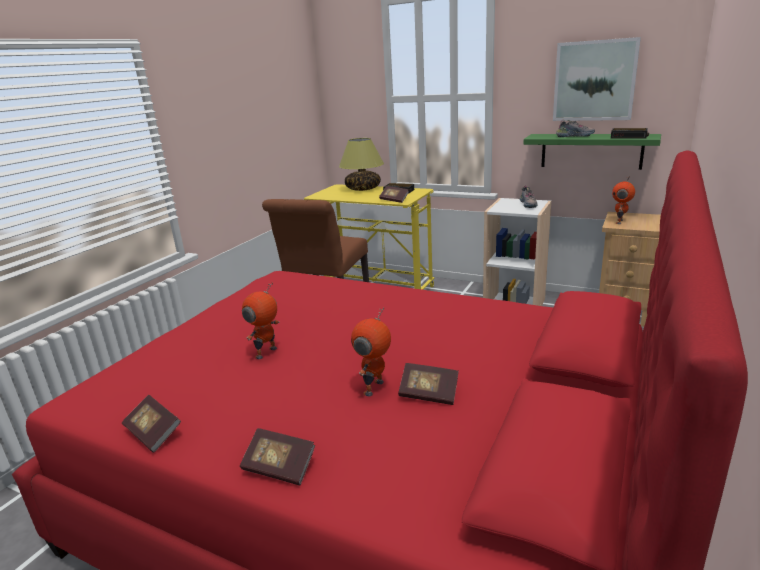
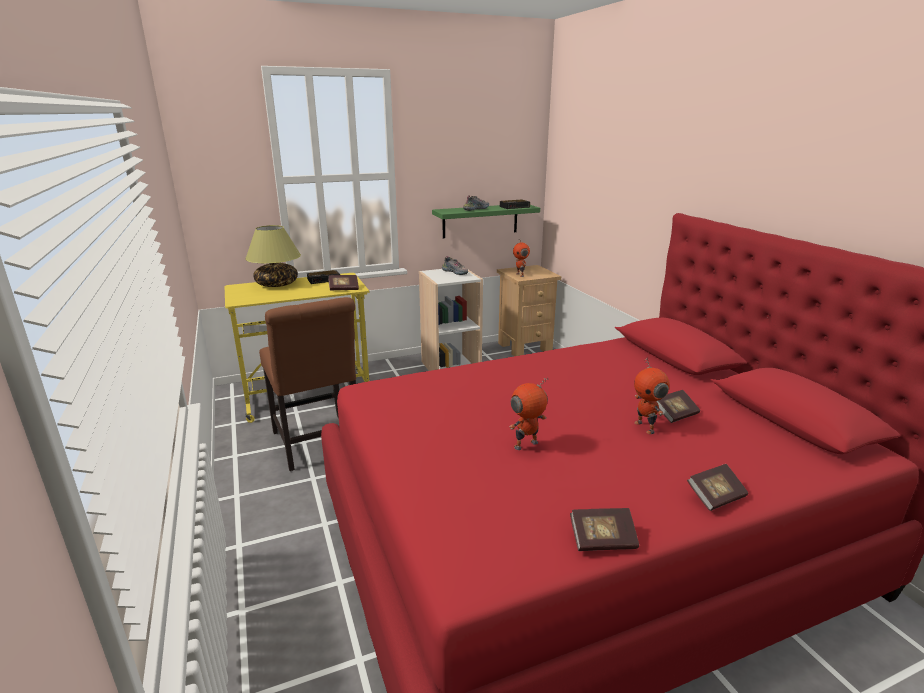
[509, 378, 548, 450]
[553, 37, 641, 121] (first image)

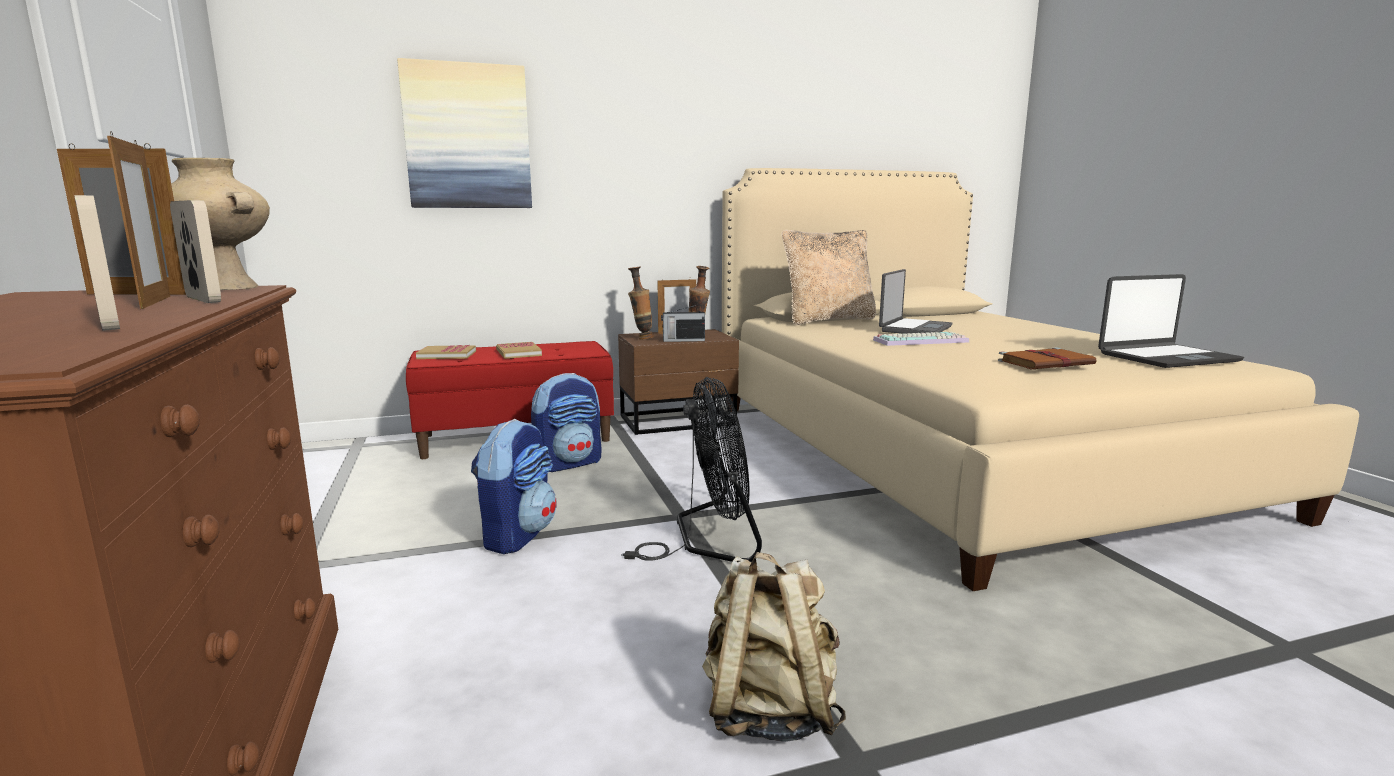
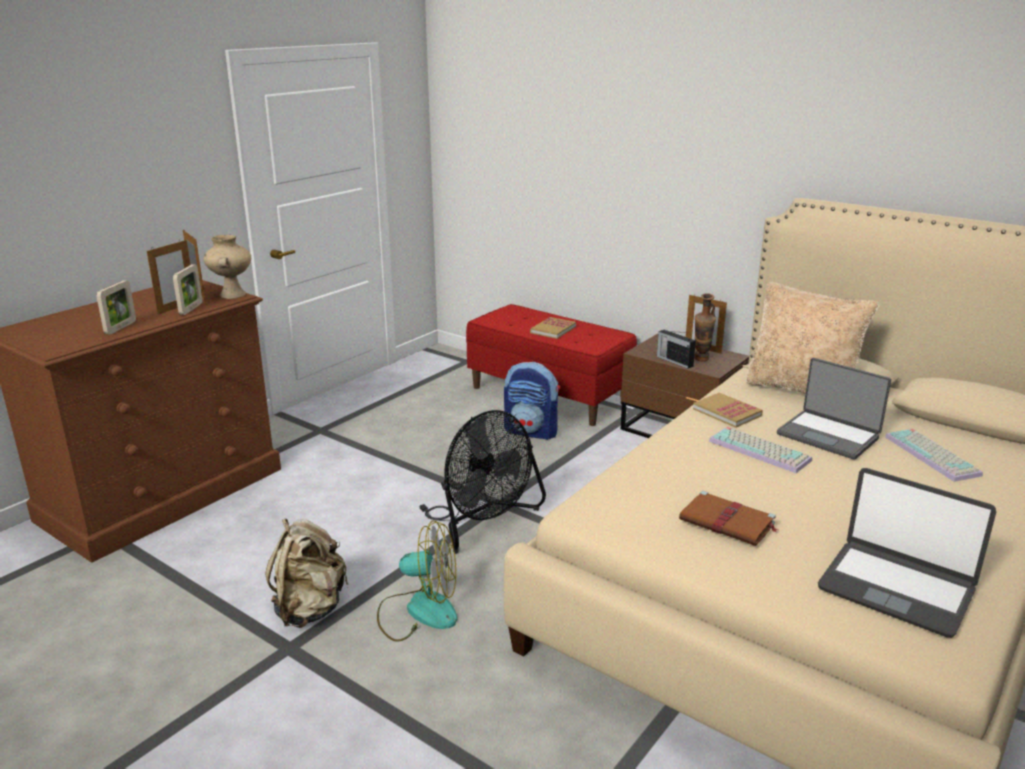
[397, 58, 532, 208] (first image)
[693, 393, 763, 428]
[471, 419, 557, 554] (first image)
[628, 267, 654, 340] (first image)
[777, 358, 891, 460]
[377, 520, 457, 642]
[885, 429, 983, 482]

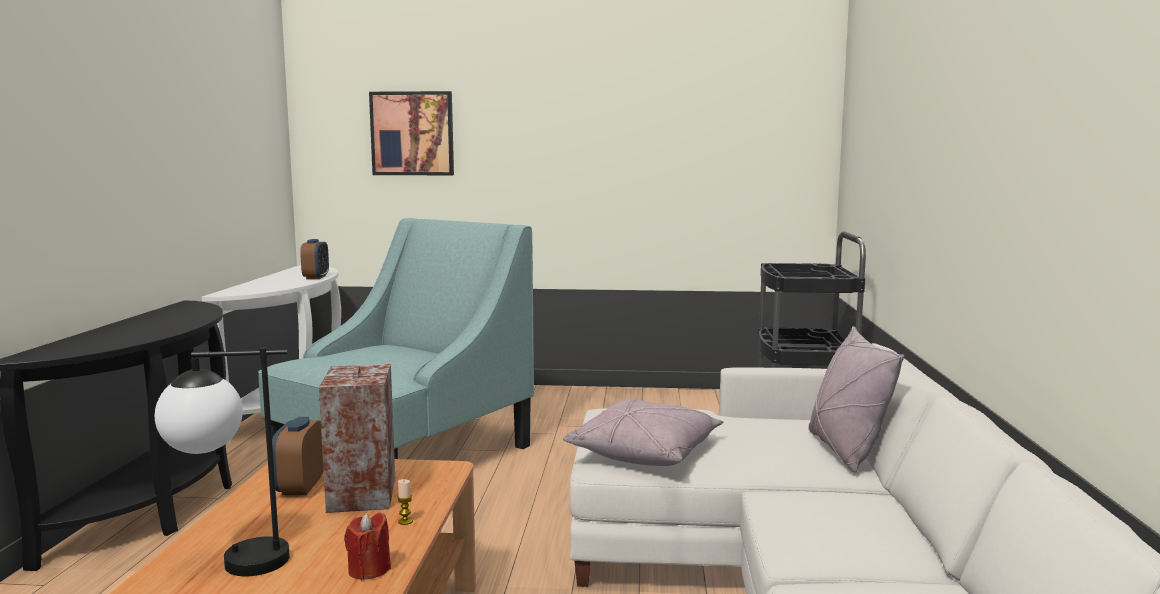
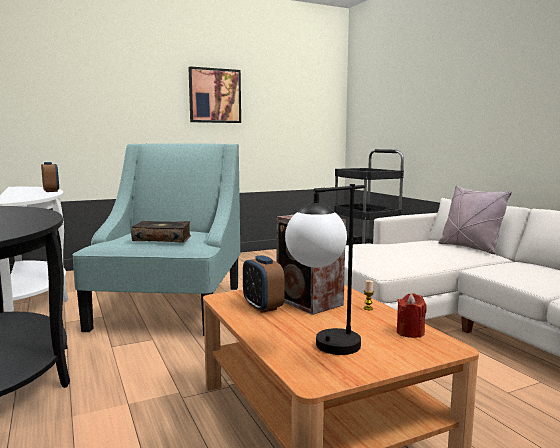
[188, 66, 241, 123]
[563, 399, 723, 466] (first image)
[131, 221, 191, 243]

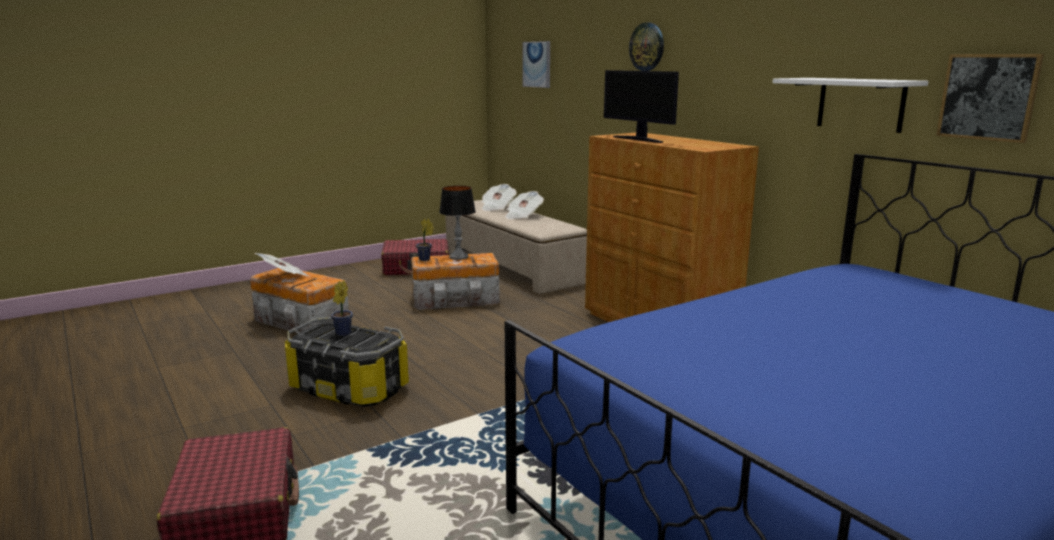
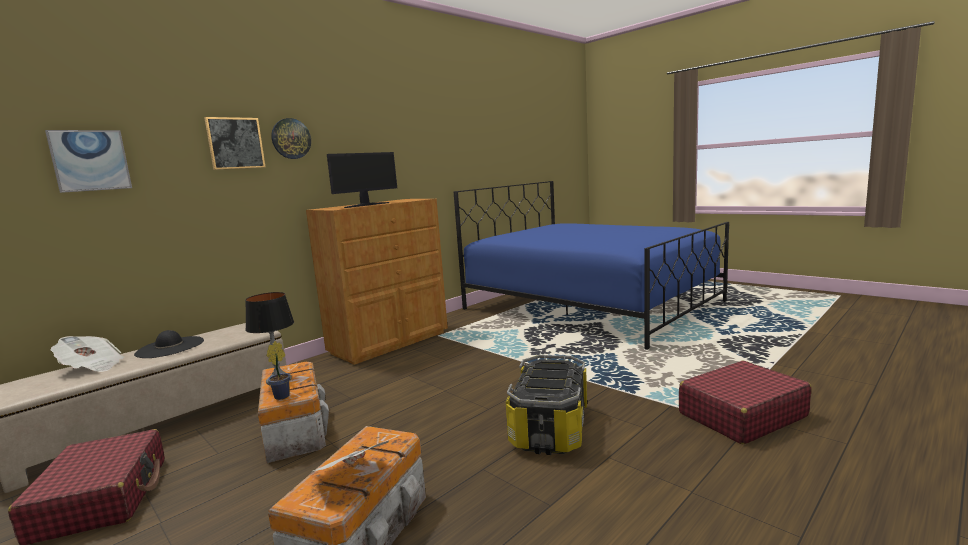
[331, 281, 353, 336] (first image)
[134, 330, 204, 358]
[773, 78, 929, 133] (first image)
[204, 117, 266, 170]

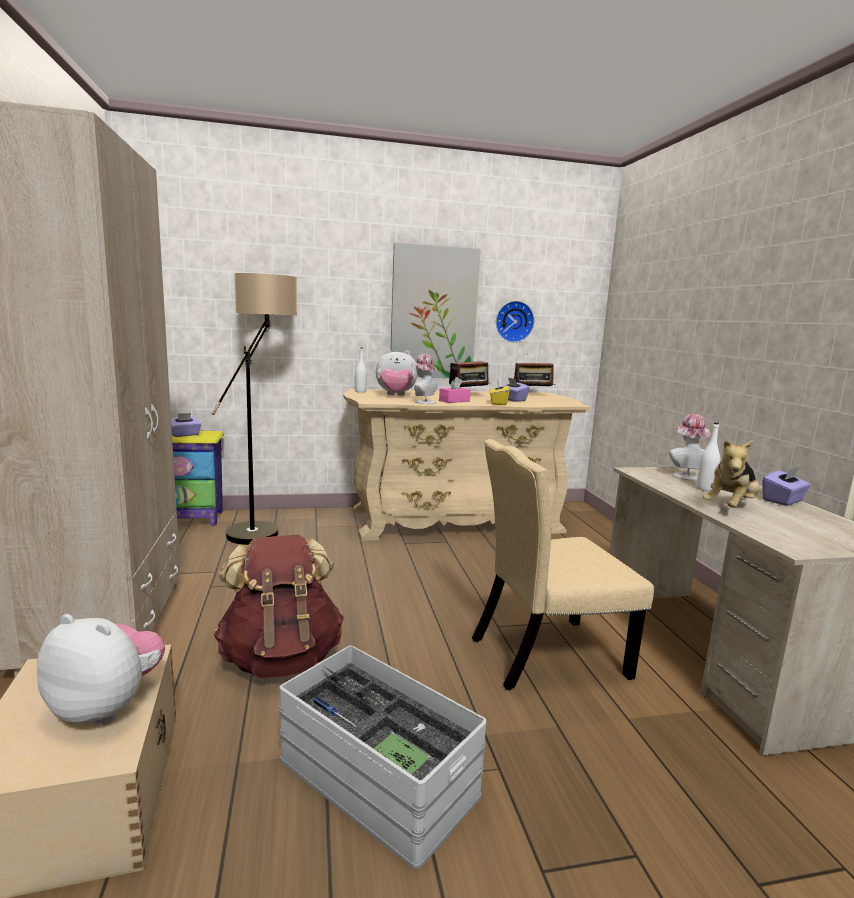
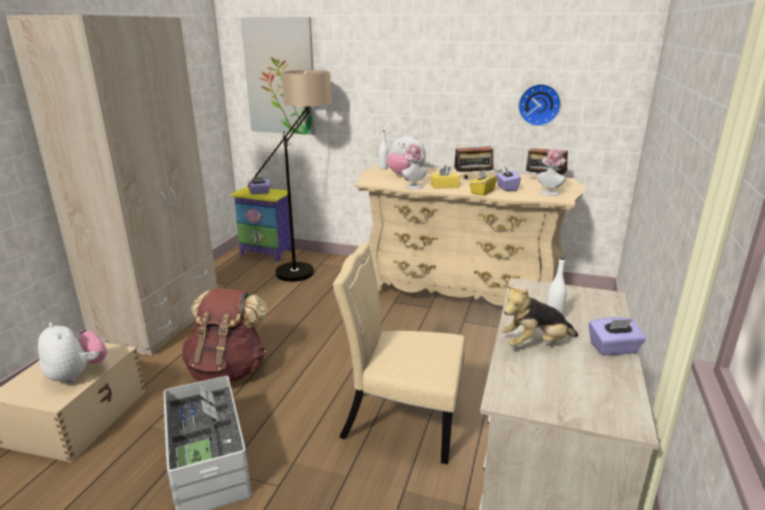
[240, 17, 317, 135]
[431, 165, 460, 189]
[537, 149, 567, 196]

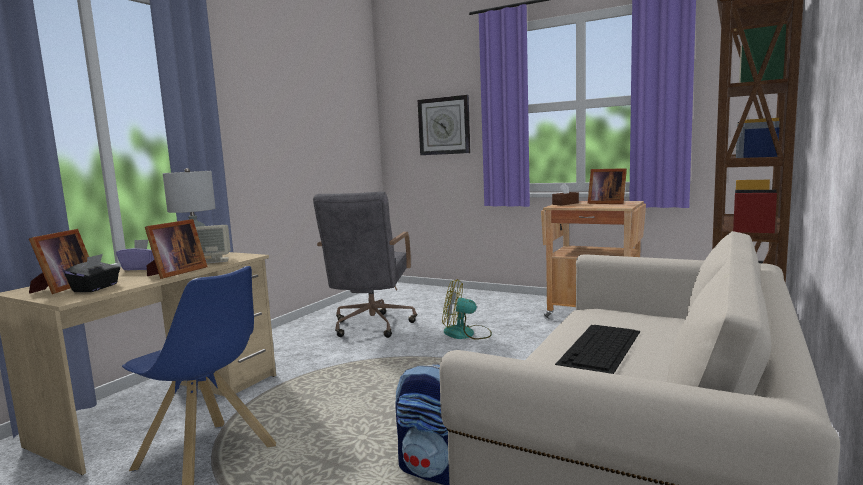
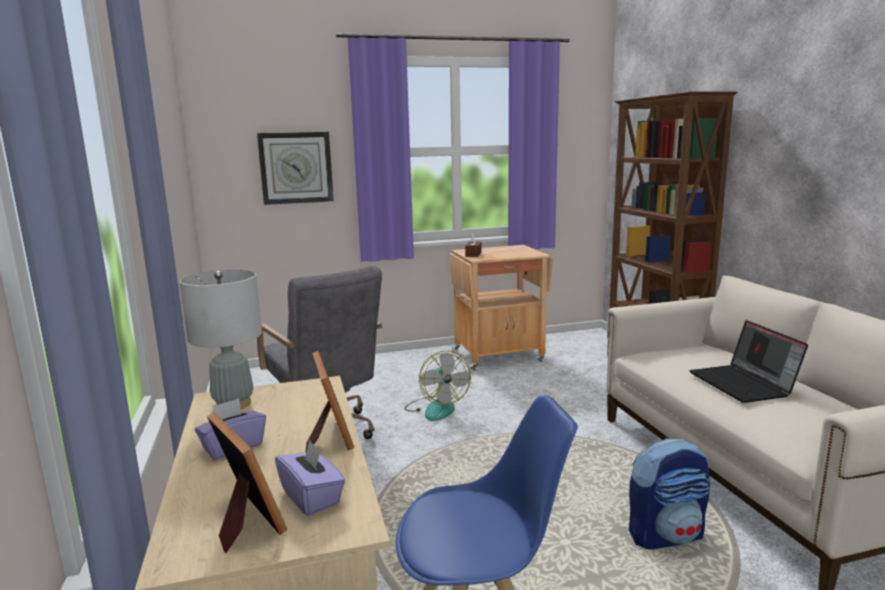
[275, 439, 345, 516]
[196, 225, 231, 264] (first image)
[404, 351, 471, 421]
[690, 320, 808, 403]
[588, 168, 627, 204] (first image)

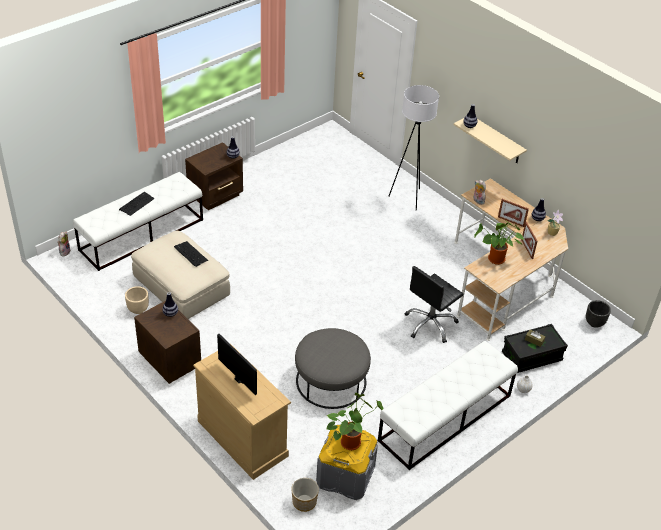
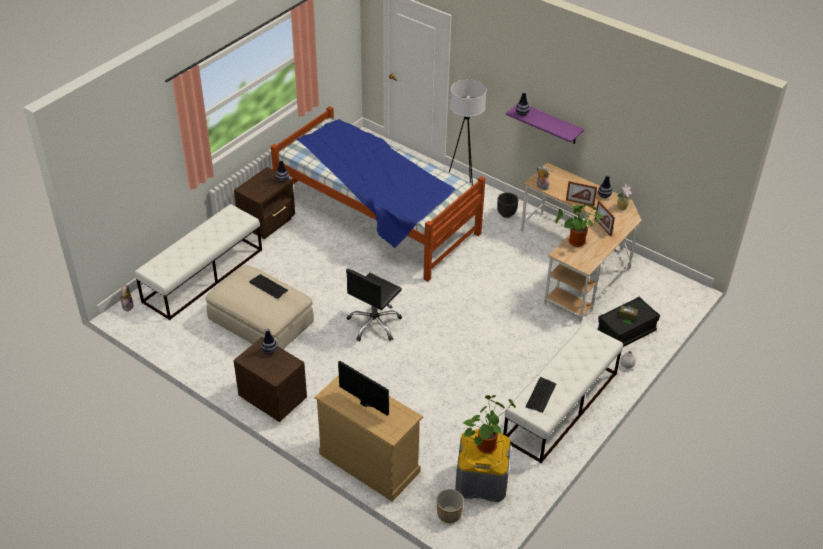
[526, 377, 556, 413]
[125, 286, 149, 314] (first image)
[295, 328, 371, 409] (first image)
[346, 269, 402, 341]
[506, 104, 584, 144]
[497, 193, 518, 218]
[271, 106, 485, 282]

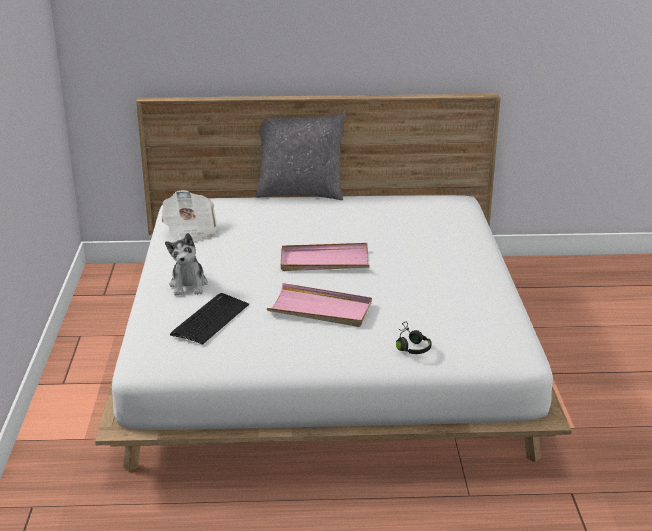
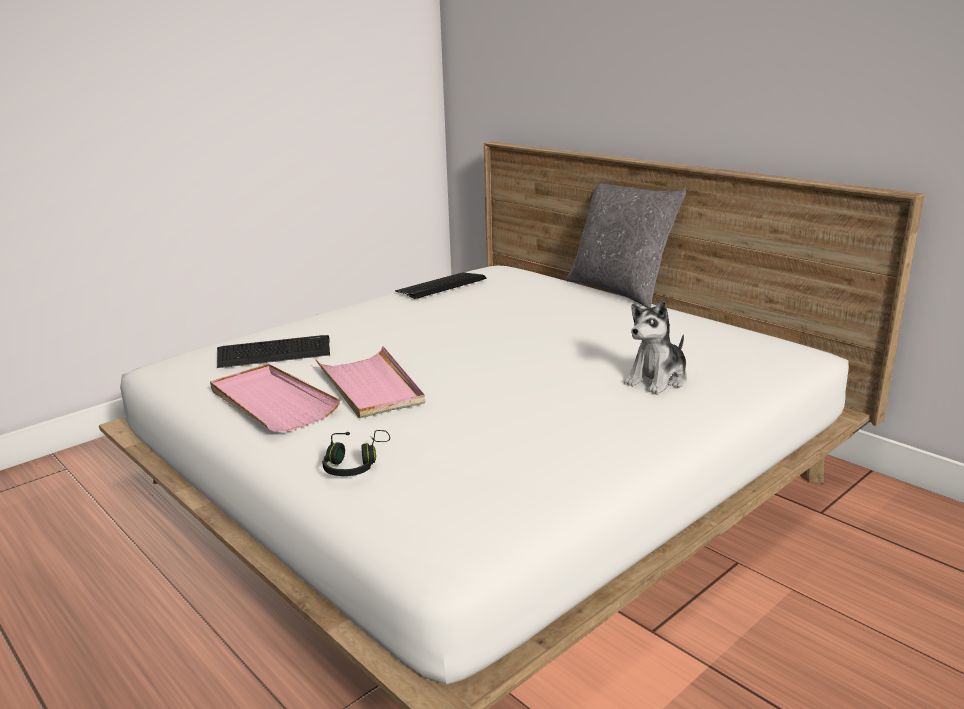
[395, 272, 487, 299]
[624, 299, 687, 395]
[210, 364, 340, 432]

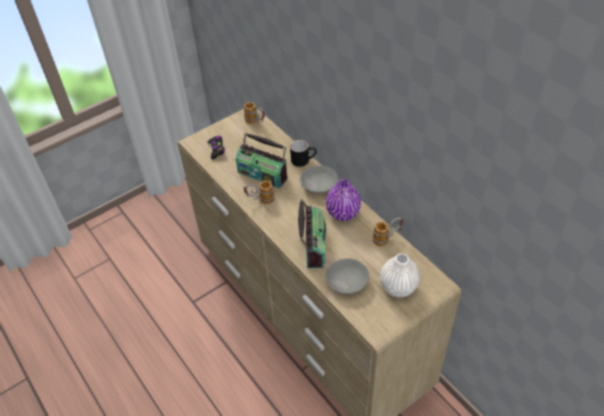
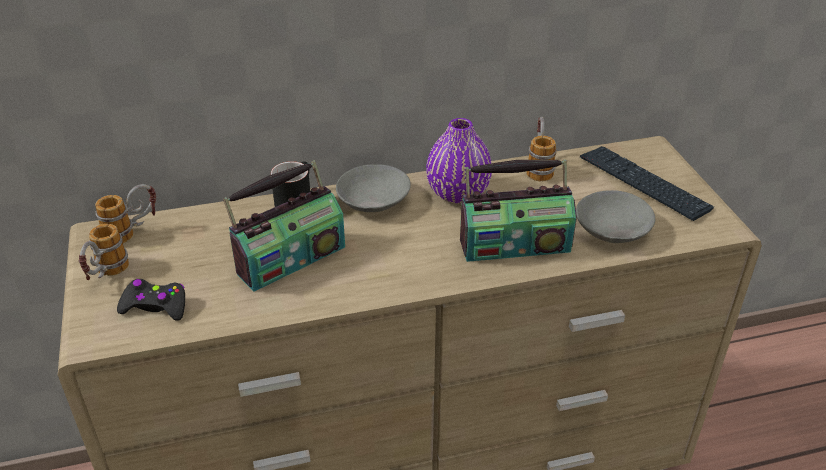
[79, 224, 129, 280]
[460, 159, 577, 262]
[580, 146, 714, 221]

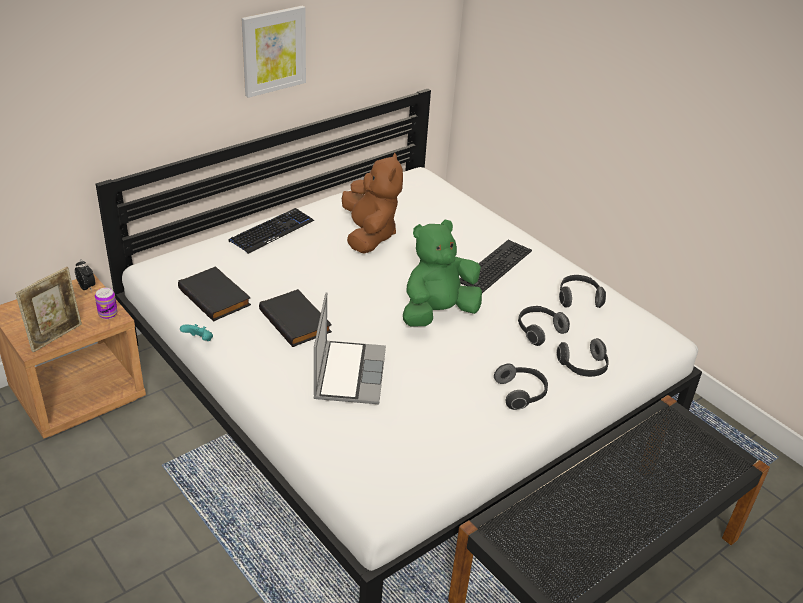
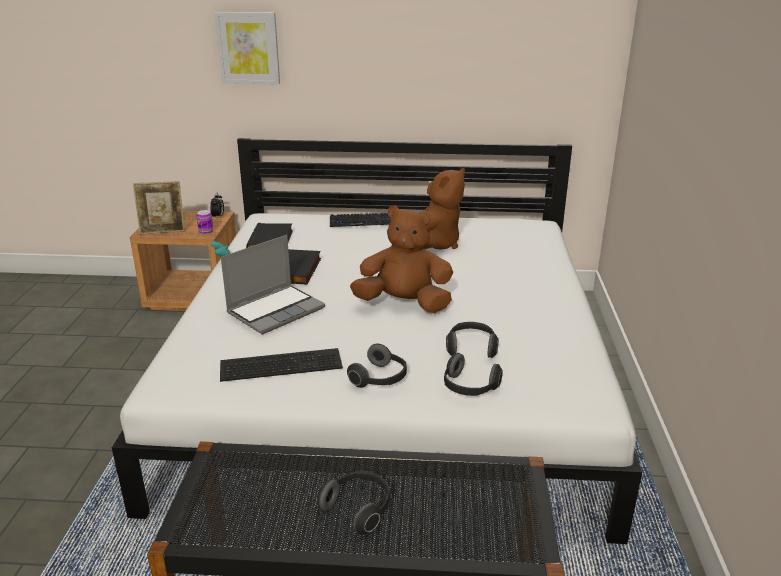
[214, 12, 280, 84]
[350, 205, 453, 313]
[220, 348, 343, 382]
[317, 470, 391, 535]

